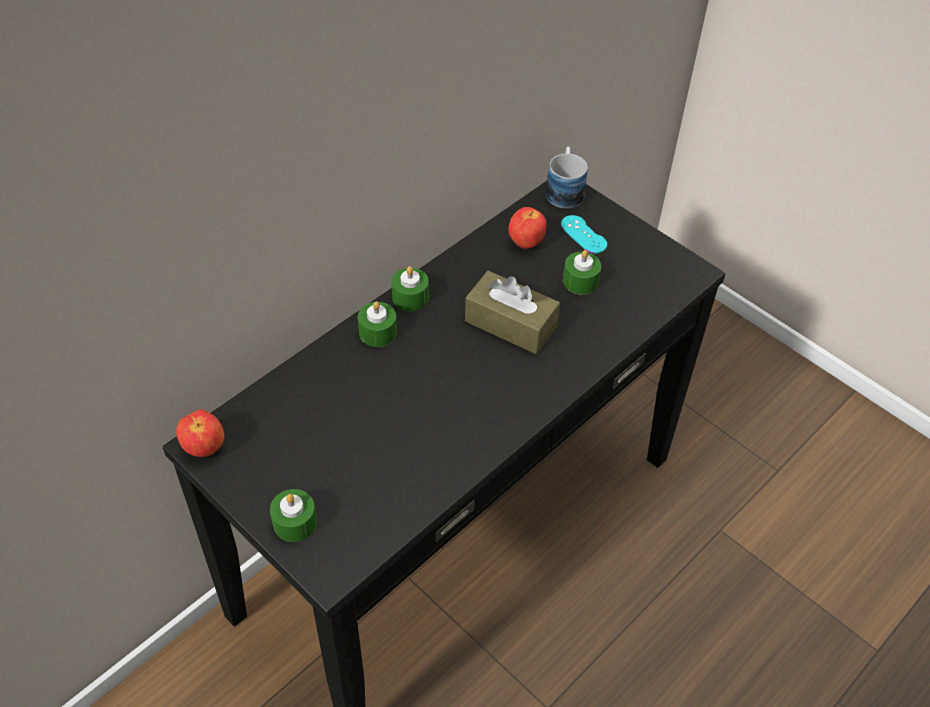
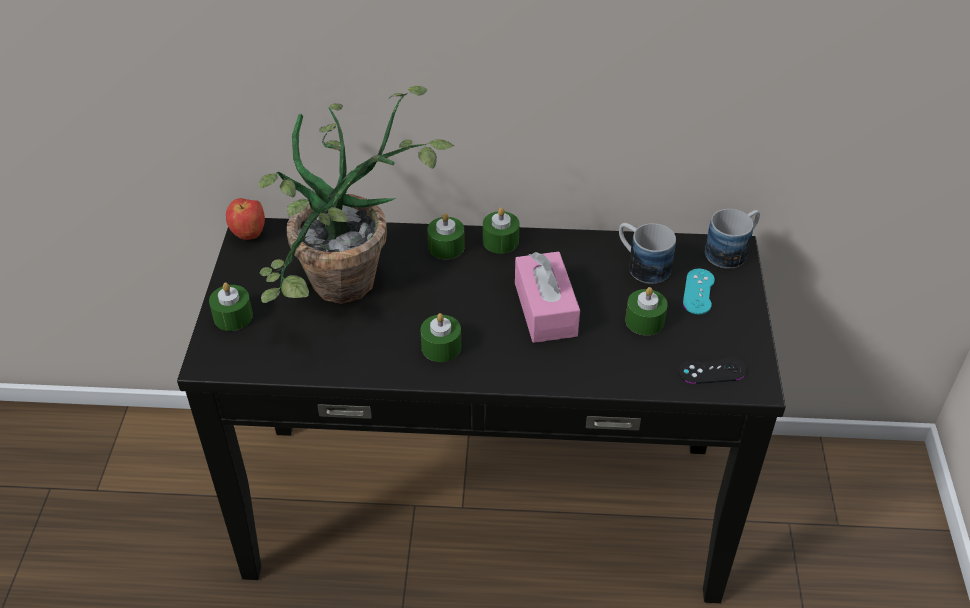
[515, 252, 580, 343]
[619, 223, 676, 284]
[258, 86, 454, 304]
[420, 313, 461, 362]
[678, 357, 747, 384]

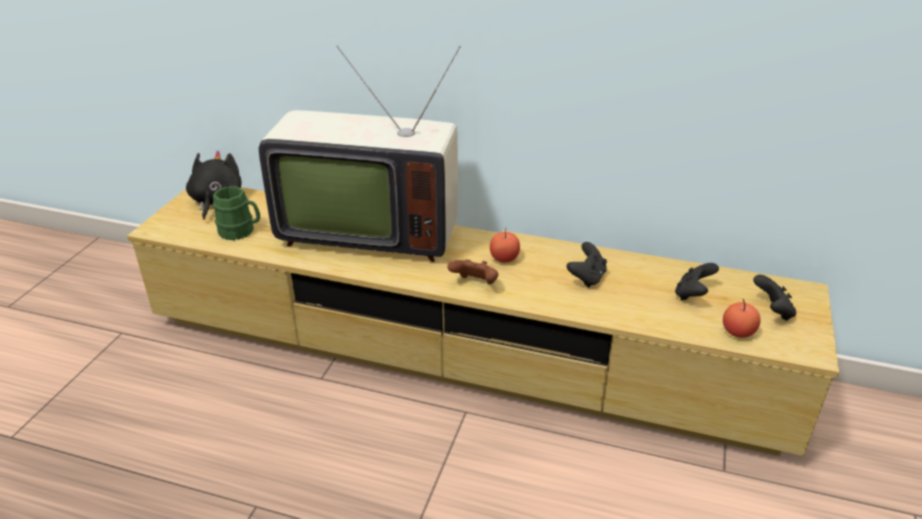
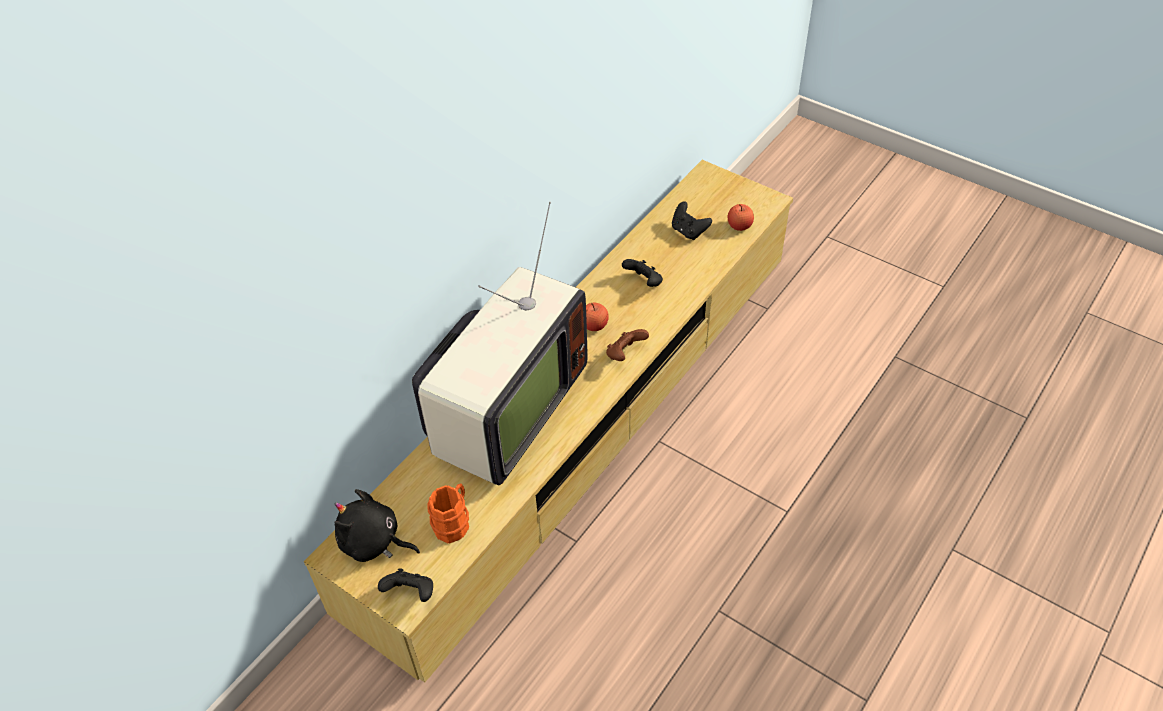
[427, 484, 469, 543]
[378, 568, 433, 602]

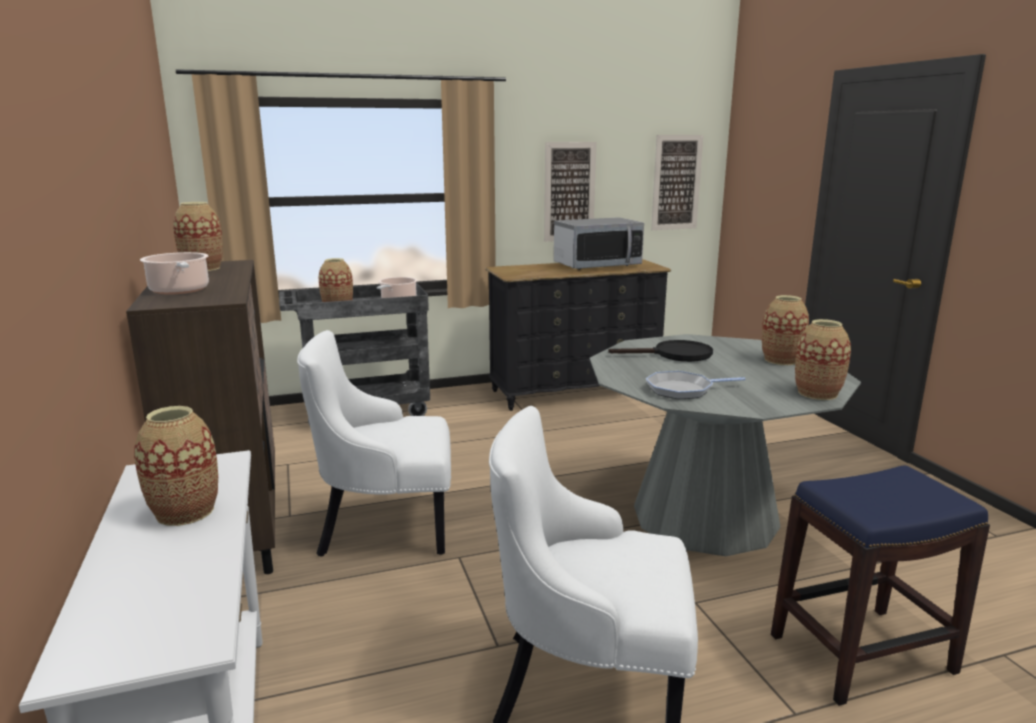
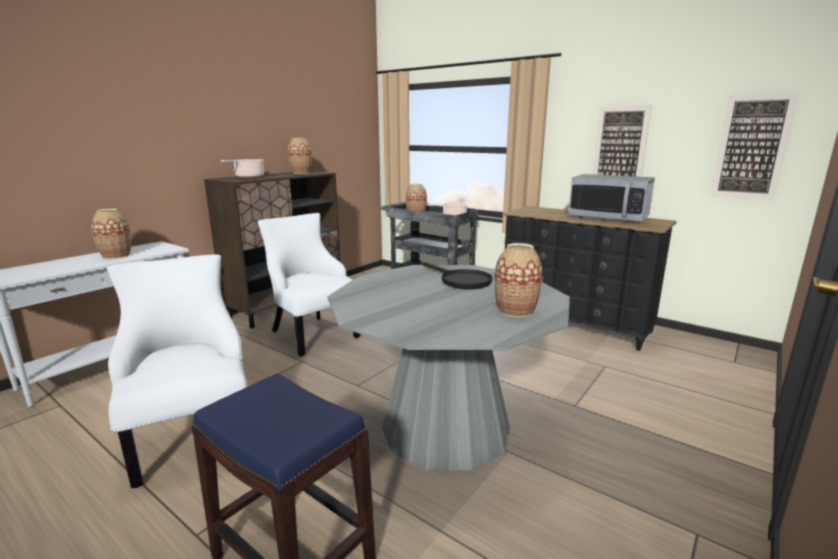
[646, 371, 746, 399] (first image)
[795, 319, 851, 400] (first image)

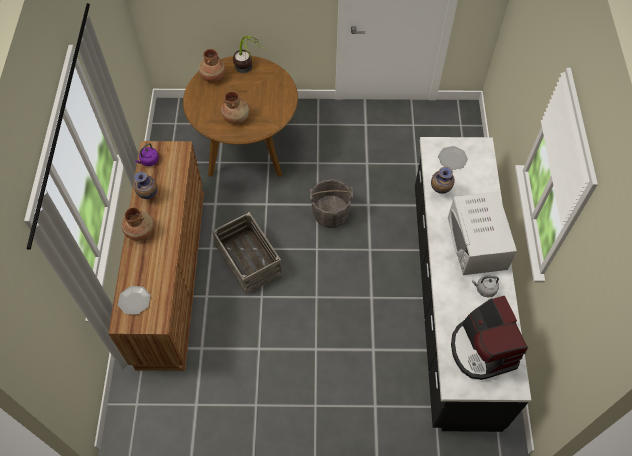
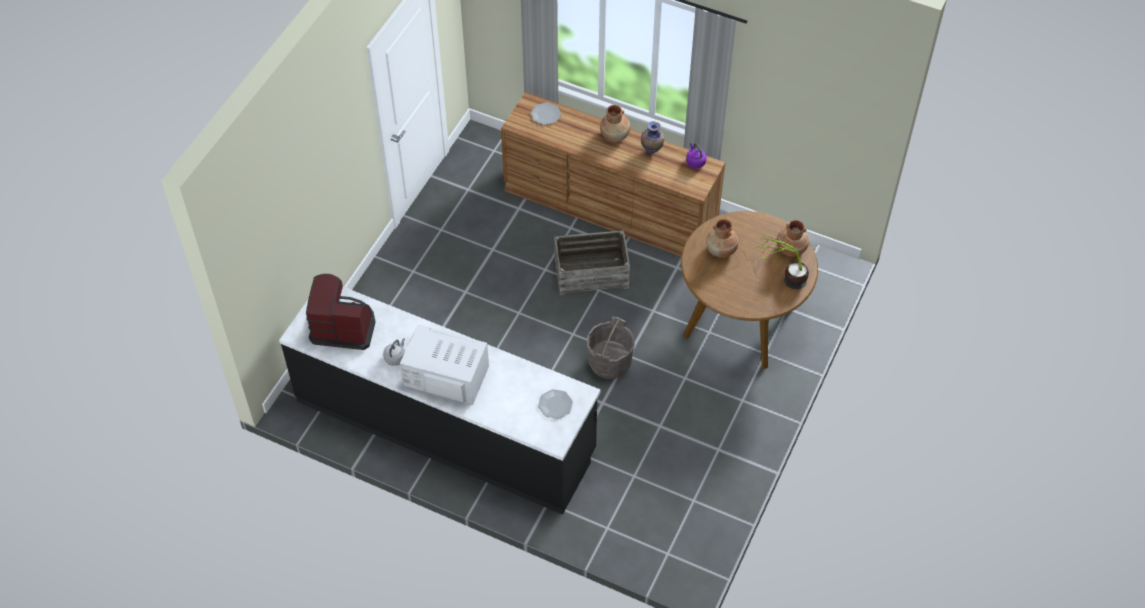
[431, 166, 455, 194] (first image)

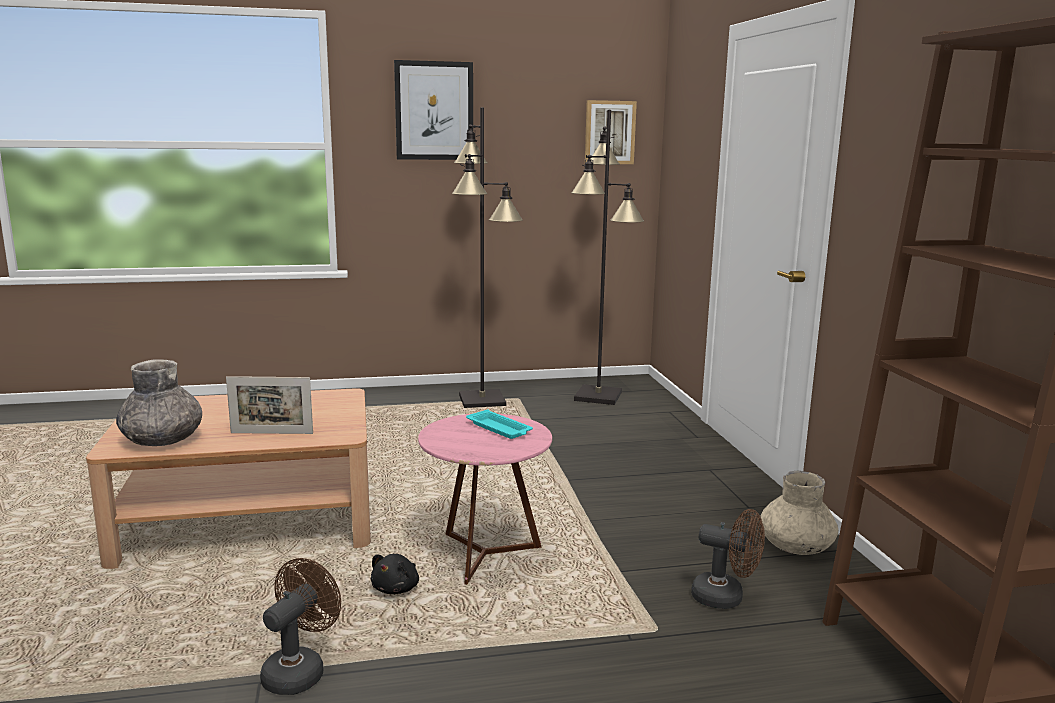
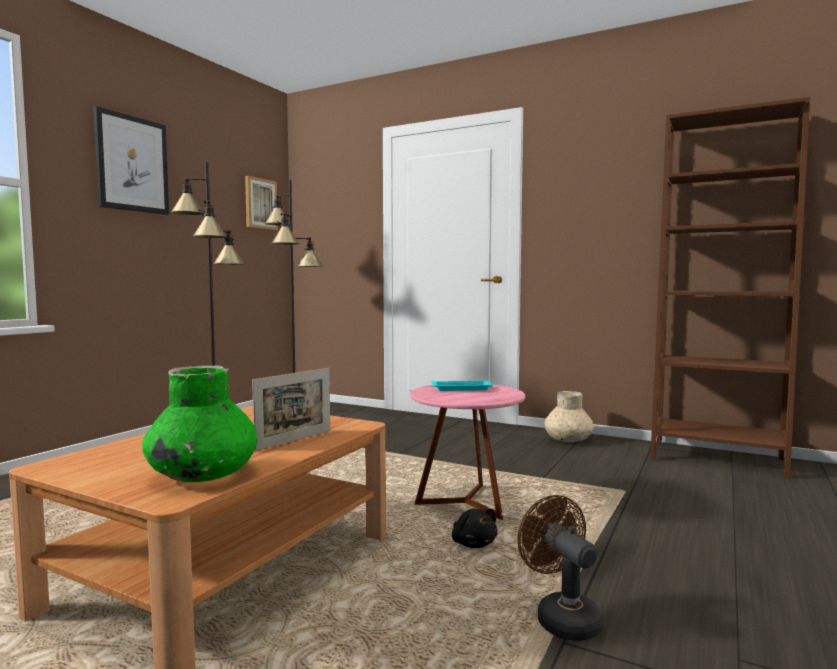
[142, 365, 257, 482]
[691, 509, 765, 609] (first image)

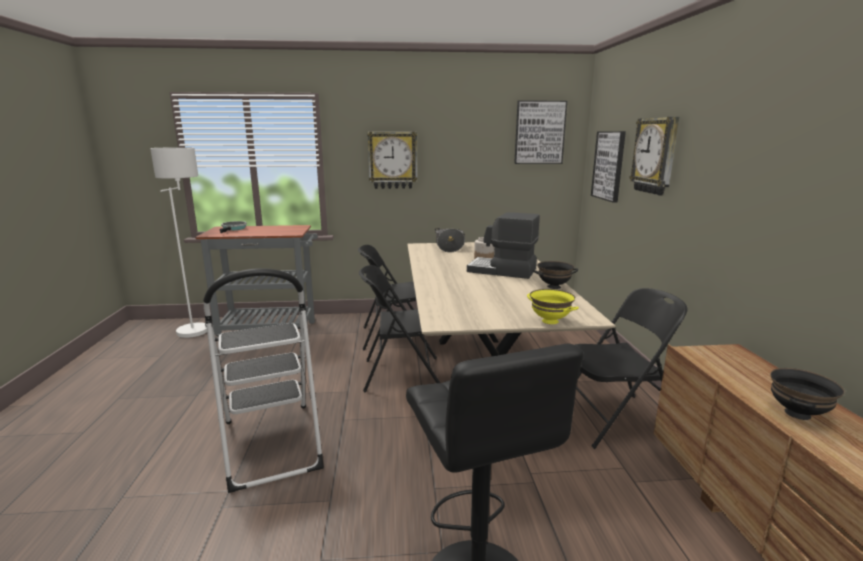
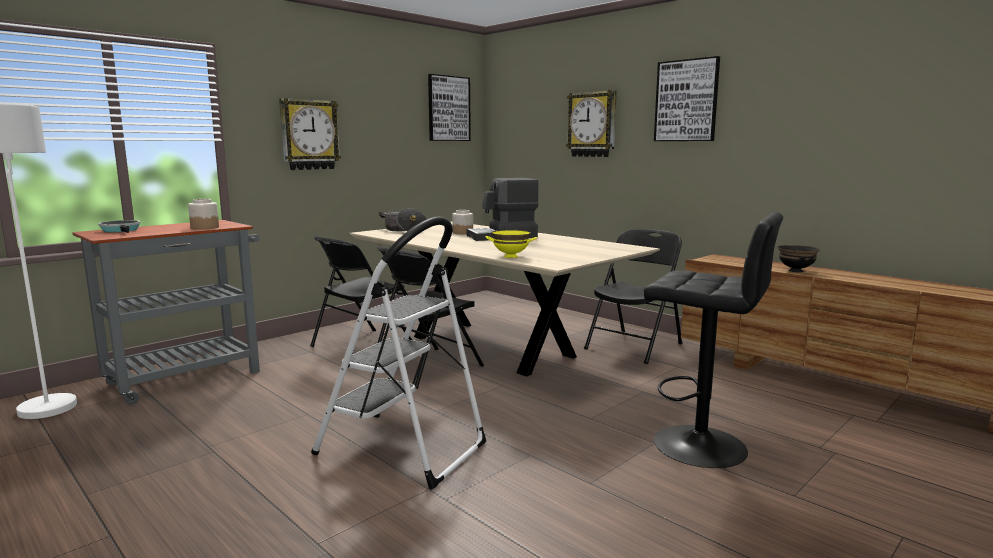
[485, 230, 537, 258]
[532, 261, 578, 289] (first image)
[654, 56, 720, 141]
[188, 199, 219, 230]

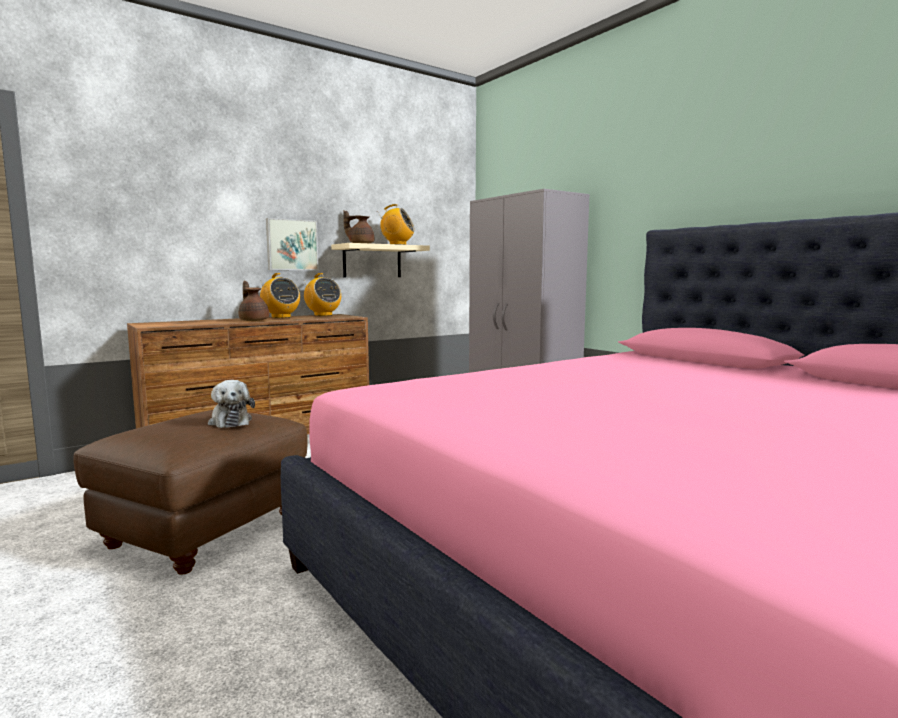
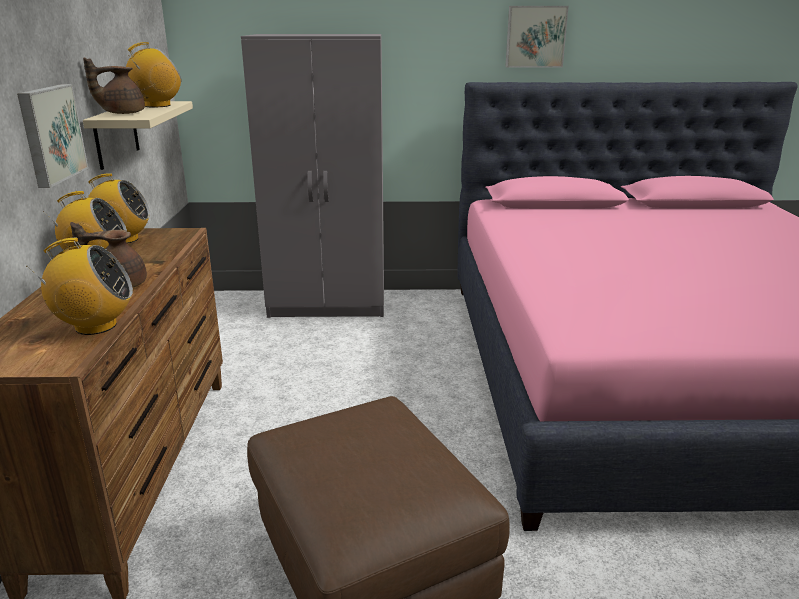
[208, 380, 255, 428] (first image)
[26, 238, 133, 335]
[505, 6, 569, 67]

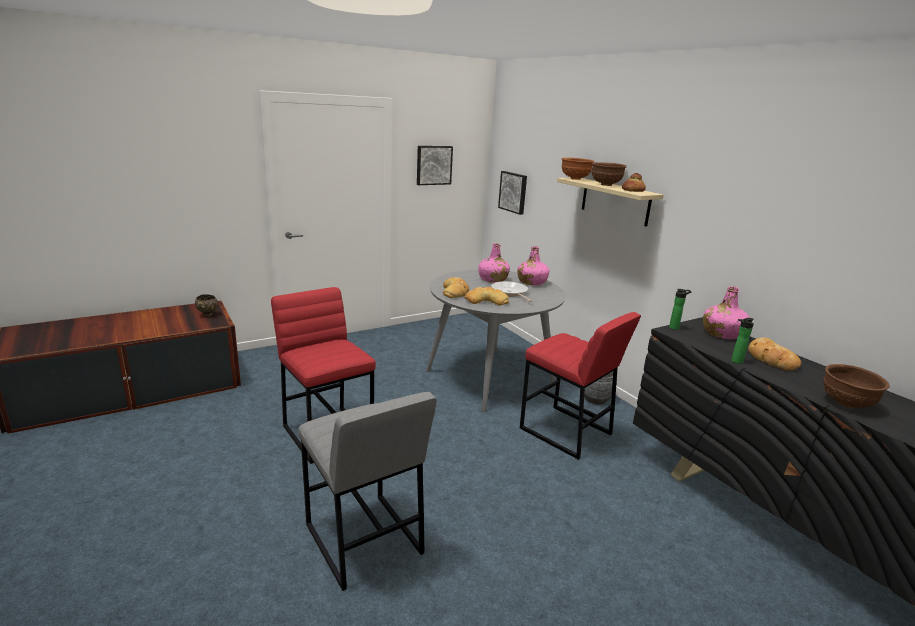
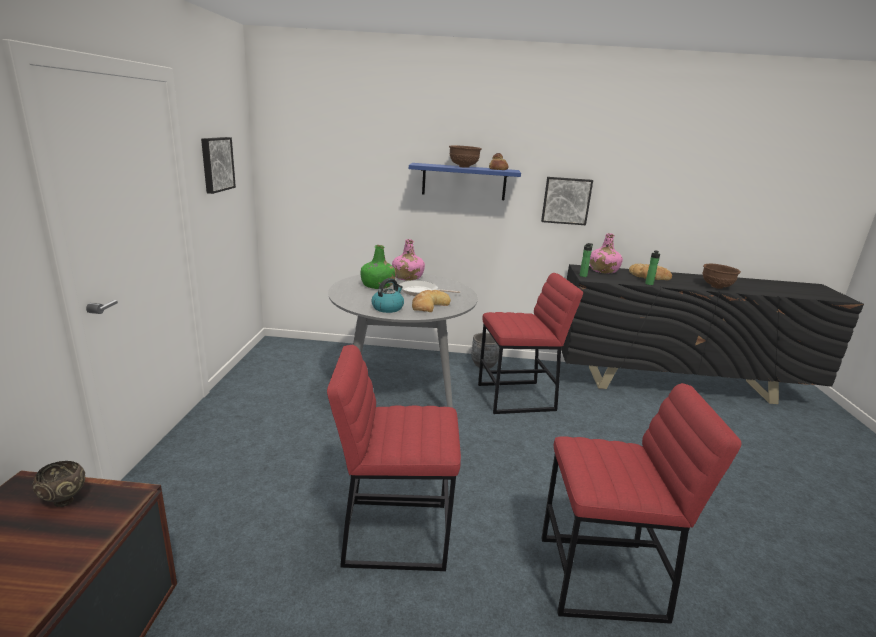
[541, 383, 741, 624]
[371, 278, 404, 313]
[361, 245, 396, 289]
[541, 177, 593, 225]
[409, 163, 521, 200]
[562, 158, 594, 180] (first image)

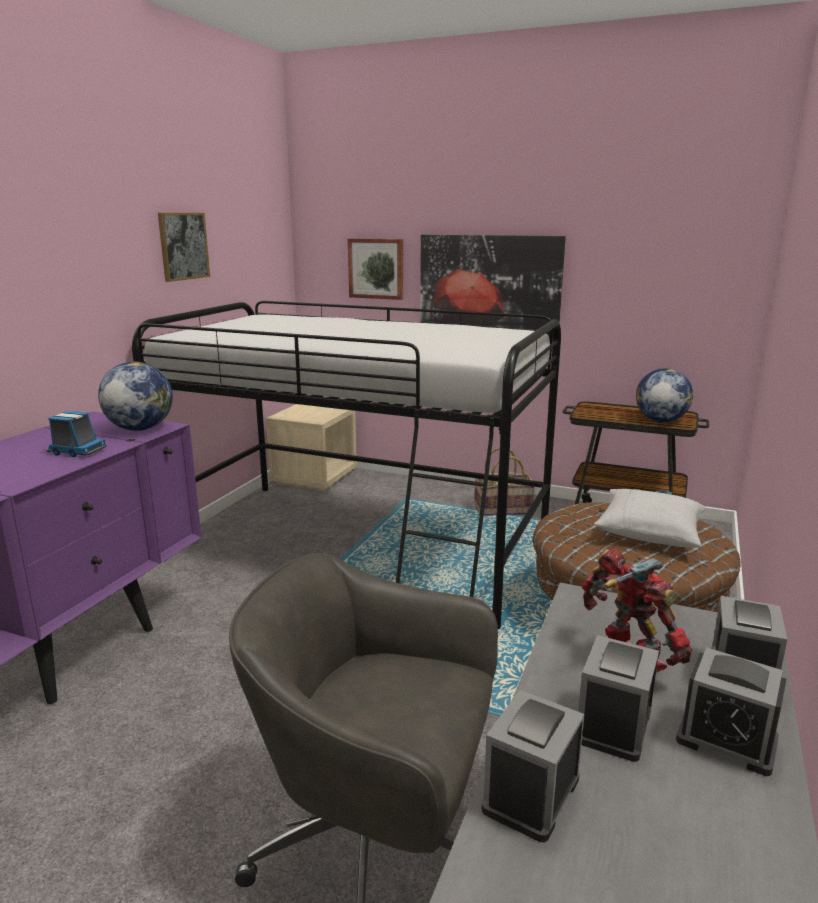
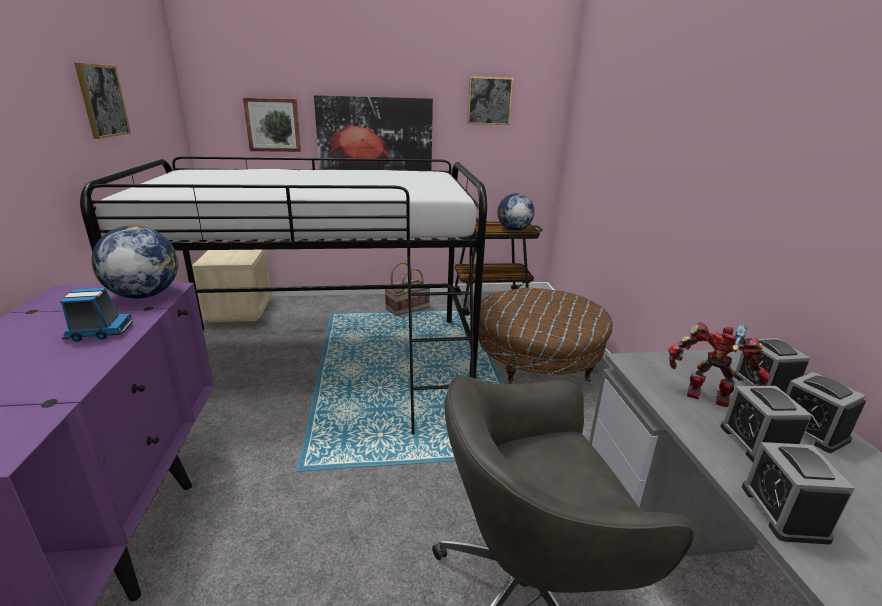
[594, 489, 706, 547] (first image)
[785, 372, 866, 453]
[467, 76, 513, 125]

